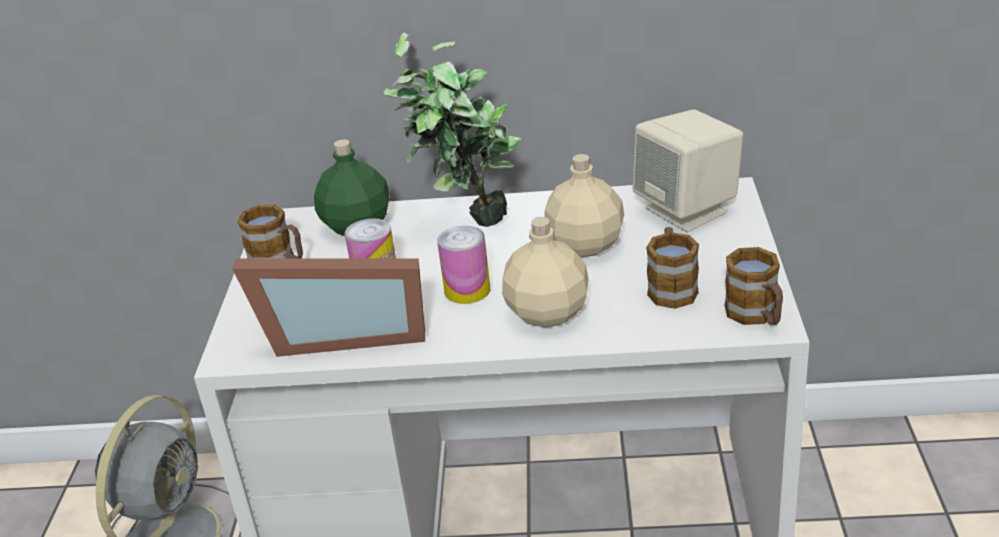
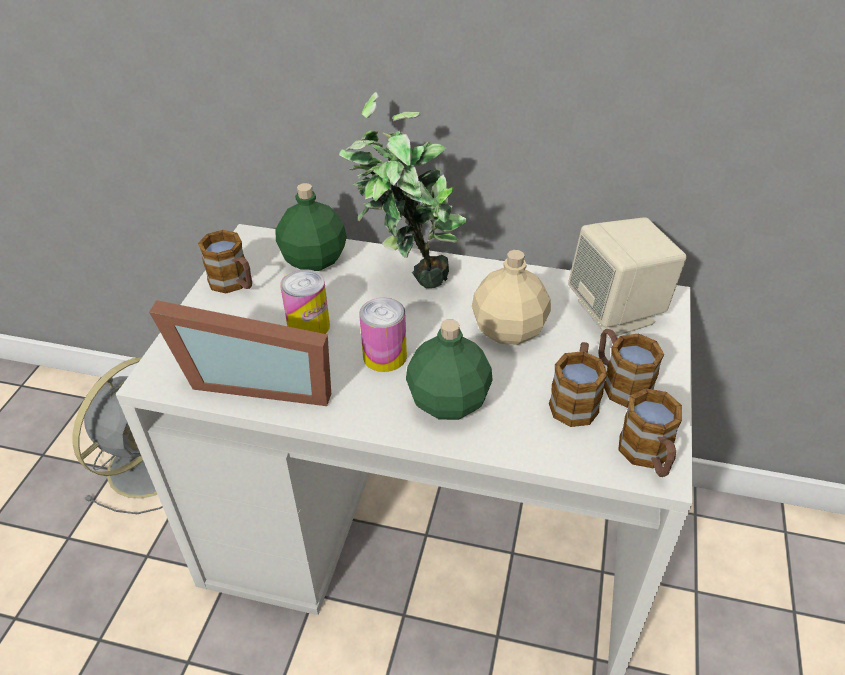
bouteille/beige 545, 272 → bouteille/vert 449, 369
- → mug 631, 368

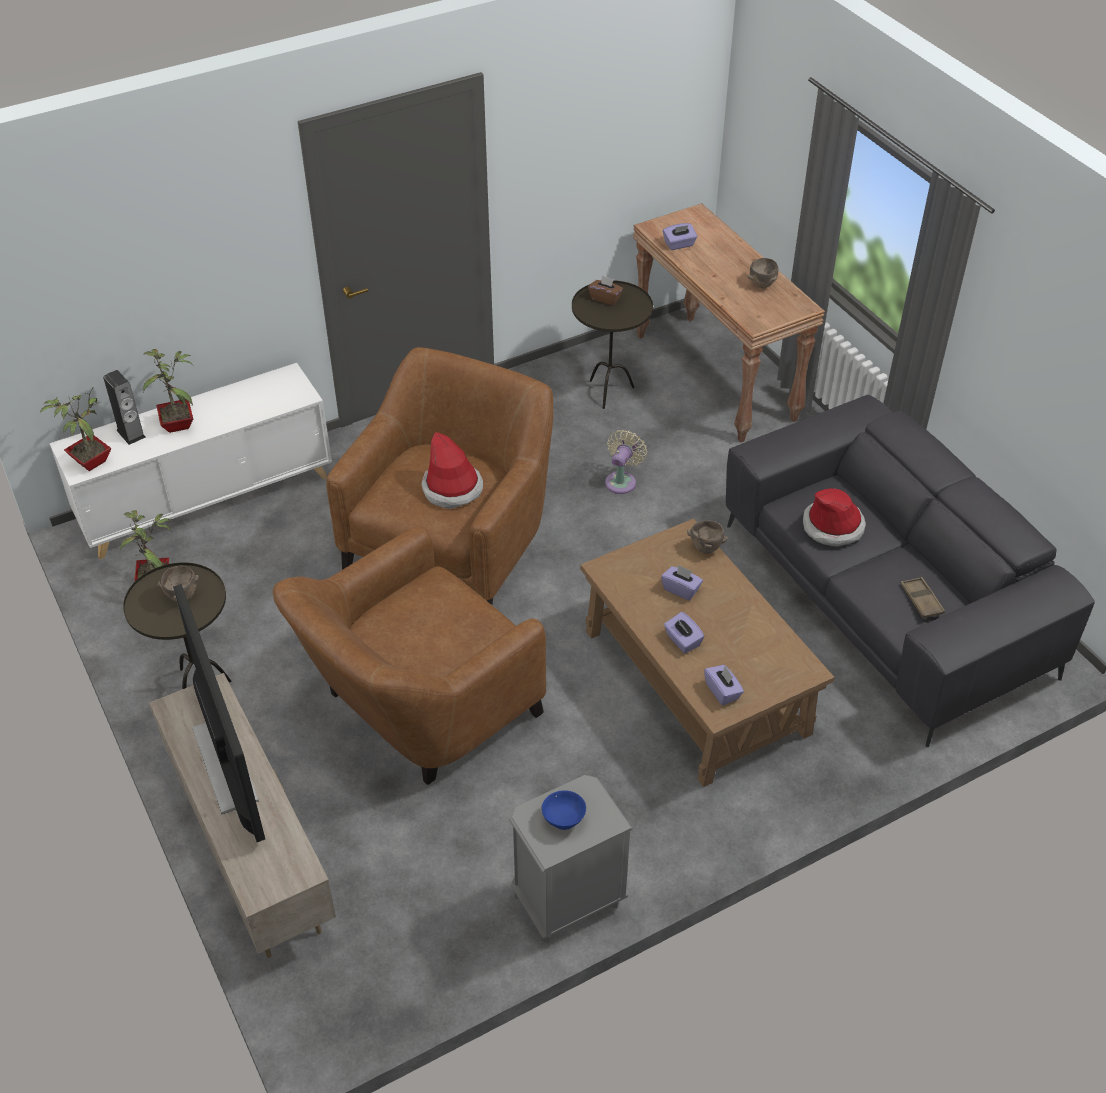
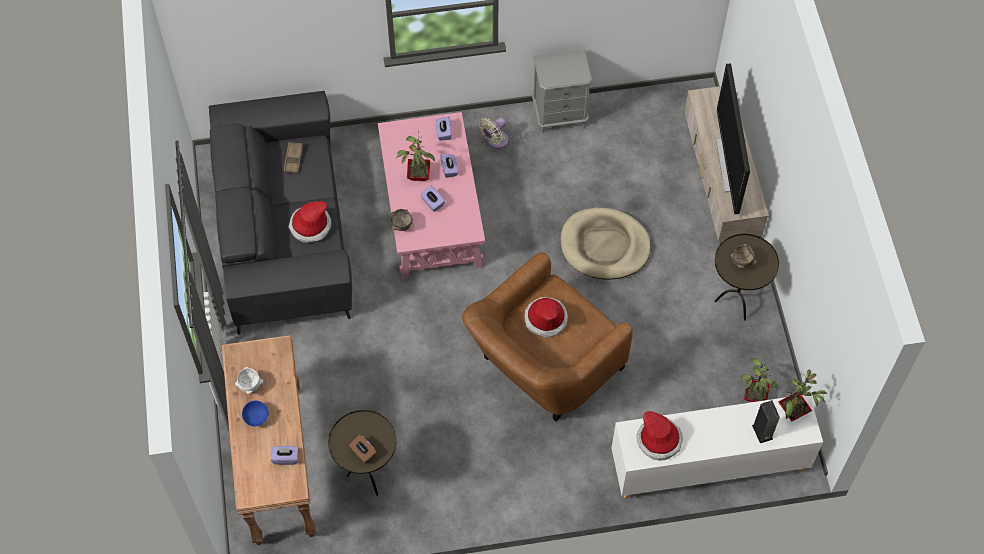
bol/marron 763, 273 → bol/blanc 249, 380
plante en pot 168, 391 → plante en pot 416, 158, moved
ventilateur/beige 626, 462 → ventilateur/beige 493, 133, moved
table basse/marron 707, 653 → table basse/rose 431, 195
fauteuil/marron 409, 655 → panier pour chien/beige 605, 243
bol/bleu 564, 810 → bol/bleu 255, 413, moved
- → chapeau 659, 435

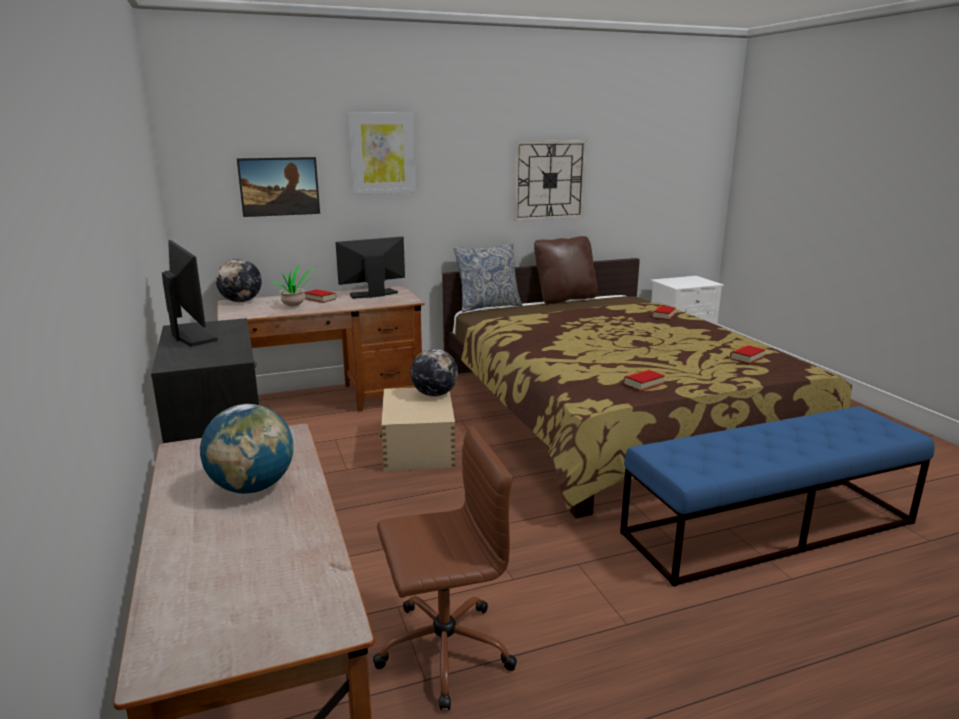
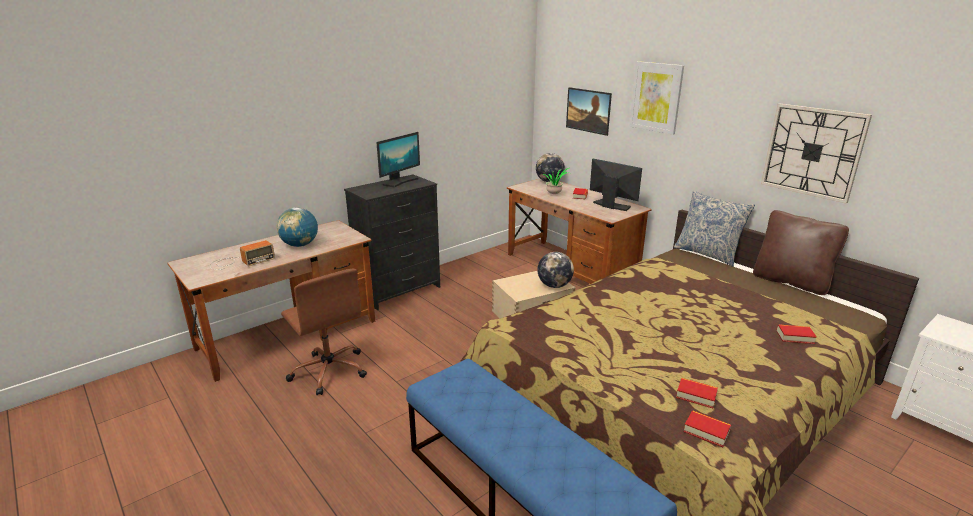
livre 644, 380 → livre 707, 428, moved
- → radio 242, 255

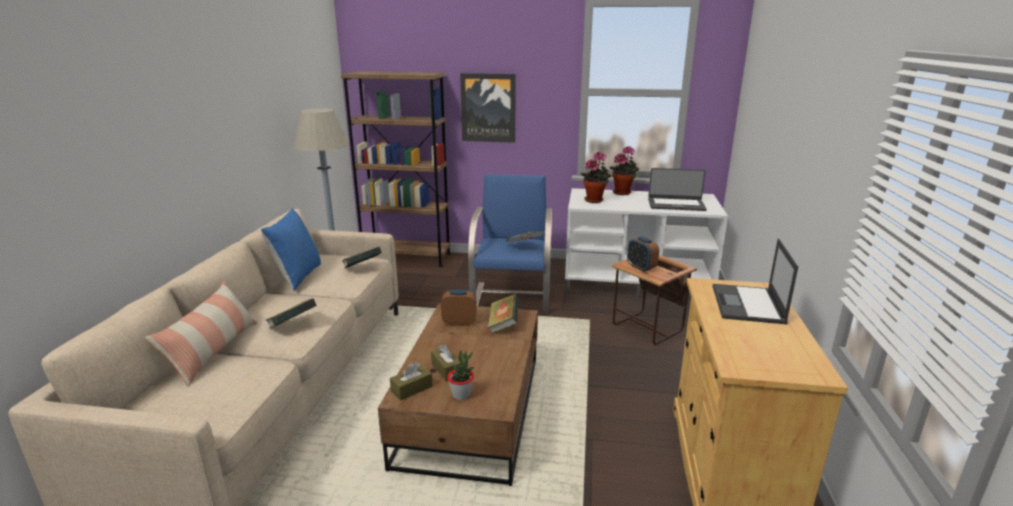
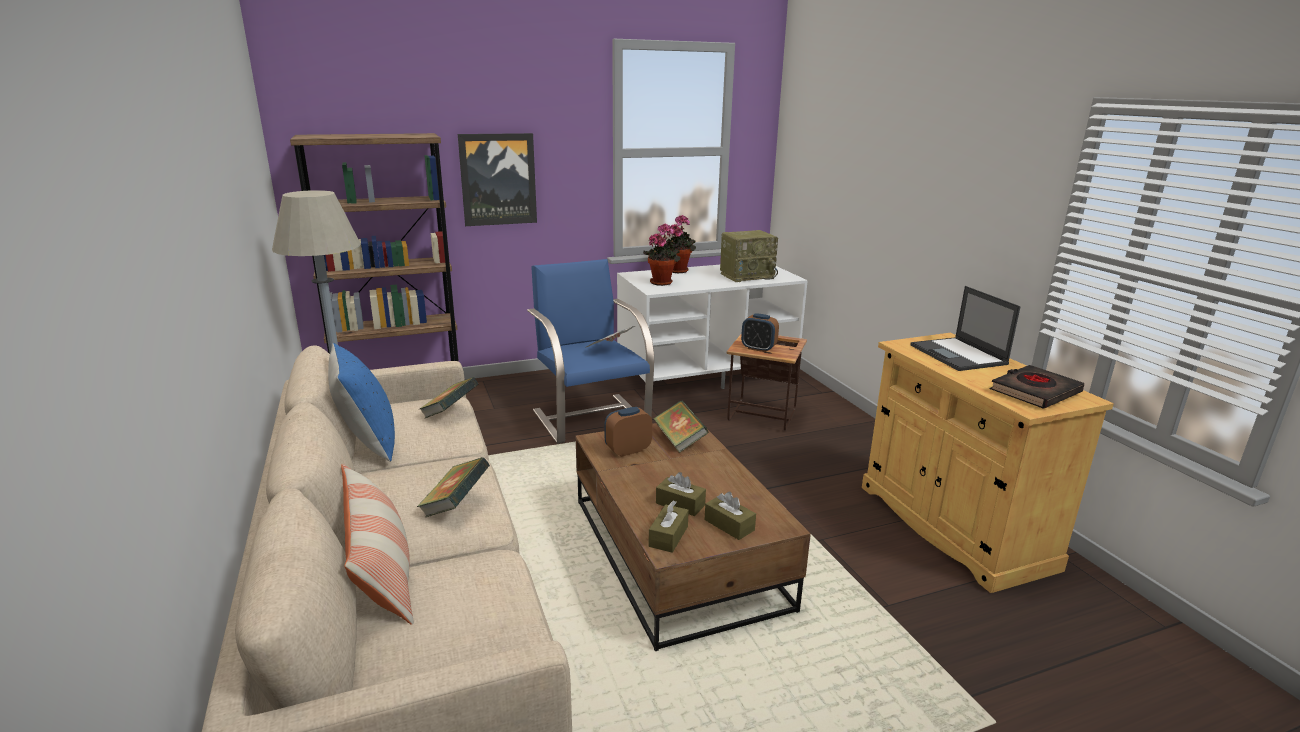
ordinateur portable 677, 189 → radio 749, 256
plante en pot 460, 375 → boîte à mouchoirs/marron 730, 516
- → livre/noir 1037, 387

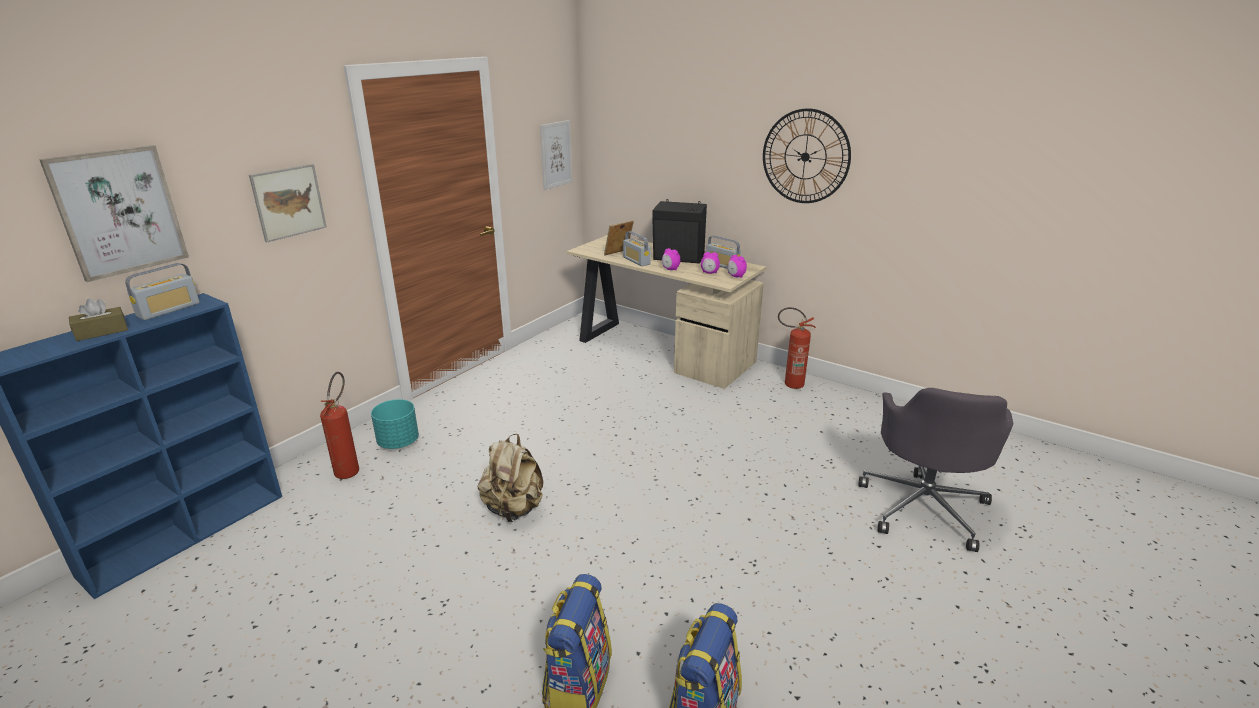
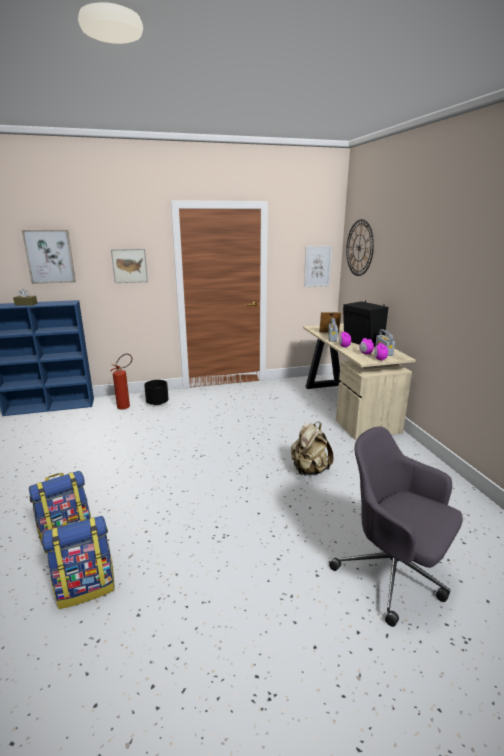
horloge murale 807, 155 → horloge murale 360, 247, moved
radio 162, 291 → -
extincteur 797, 348 → -
chaise de bureau/gris 935, 470 → chaise de bureau/gris 396, 526, 75 degrees clockwise
cache-pot/turquoise 395, 424 → cache-pot/noir 156, 392
sac à dos/beige 510, 478 → sac à dos/beige 312, 448, moved

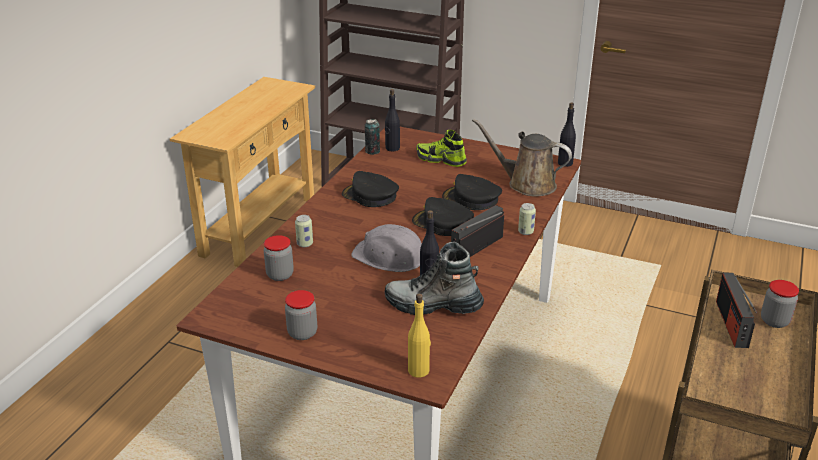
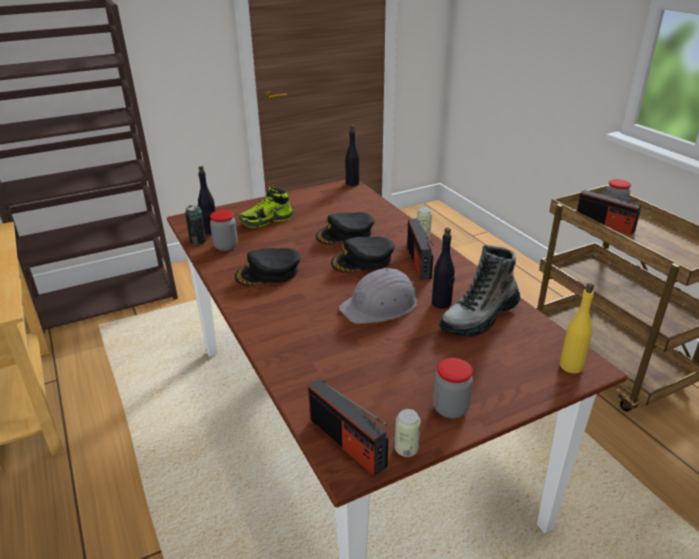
arrosoir/marron 522, 157 → -
boîte métallique 304, 231 → boîte métallique 408, 433, moved
bocal 279, 258 → bocal 224, 230, moved
- → radio 348, 427

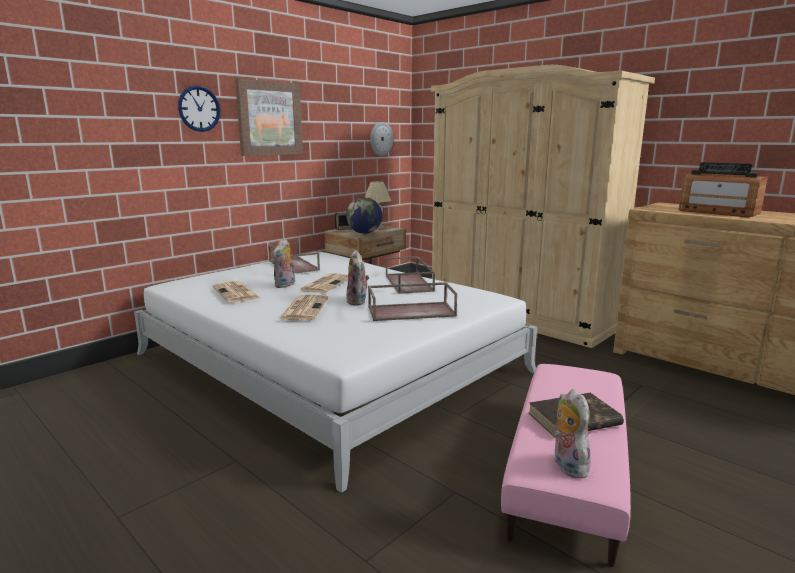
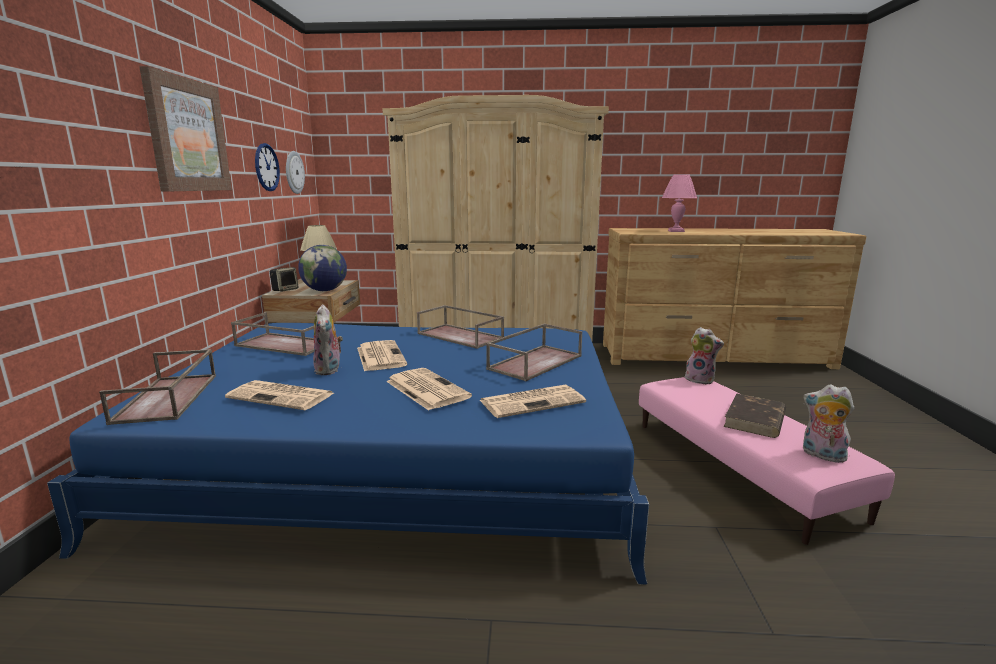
horloge murale 199, 109 → horloge murale 267, 167, moved
radio 723, 190 → lampe de table/rose 679, 203
peluche 357, 278 → peluche 704, 356, moved
lit/blanc 335, 372 → lit/bleu 348, 454
- → plateau/marron 157, 387
- → journal 533, 401

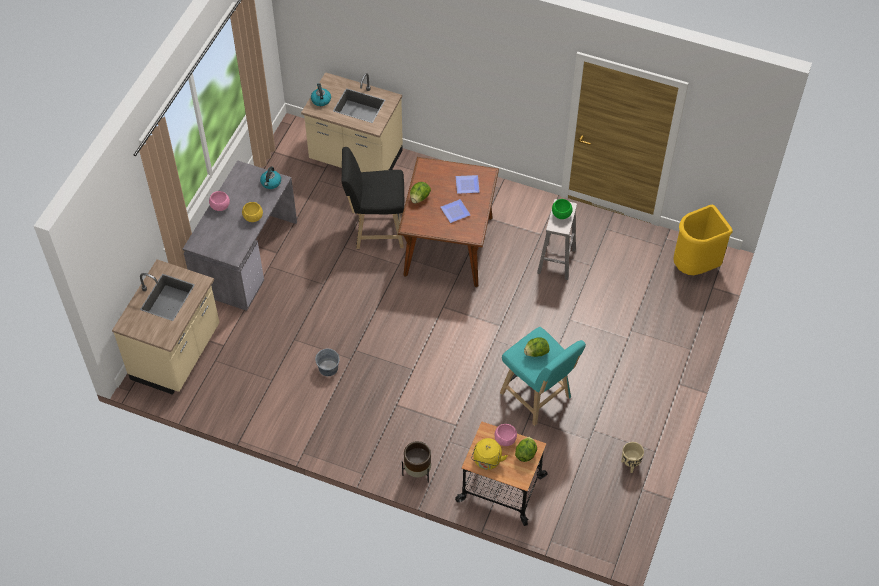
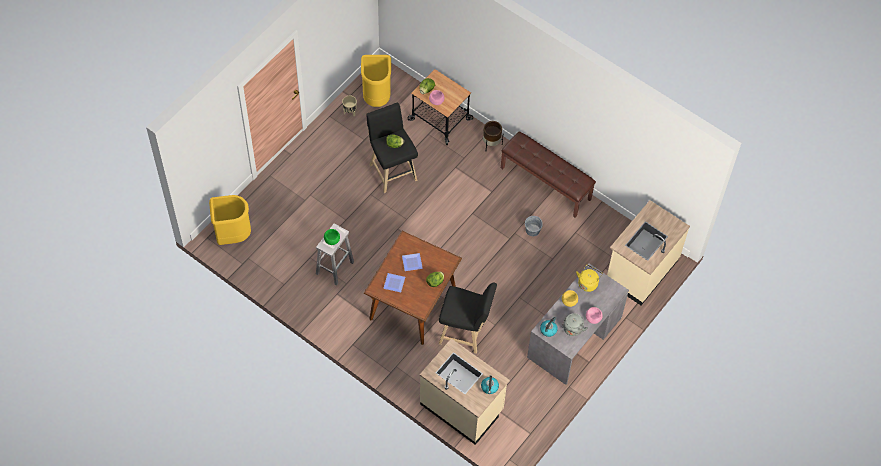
tabouret/turquoise 543, 376 → tabouret/noir 392, 147
bouilloire/jaune 489, 454 → bouilloire/jaune 589, 278, moved
- → poubelle/jaune 376, 81
- → banc/marron 548, 175
- → bouilloire/gris 575, 324

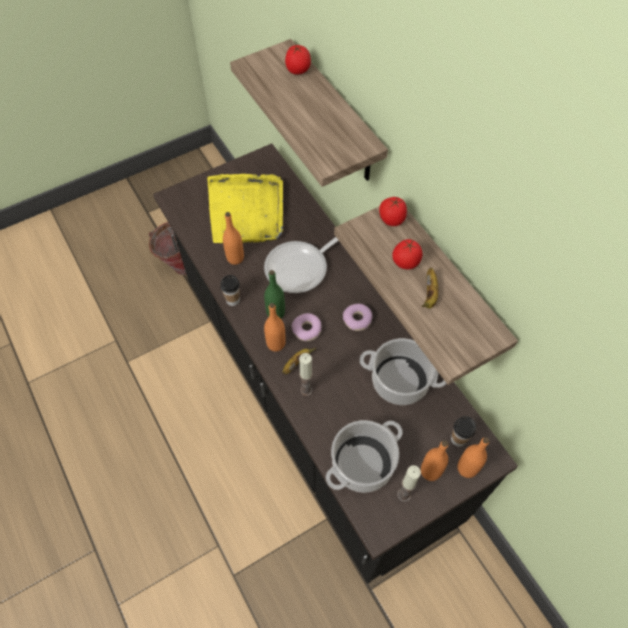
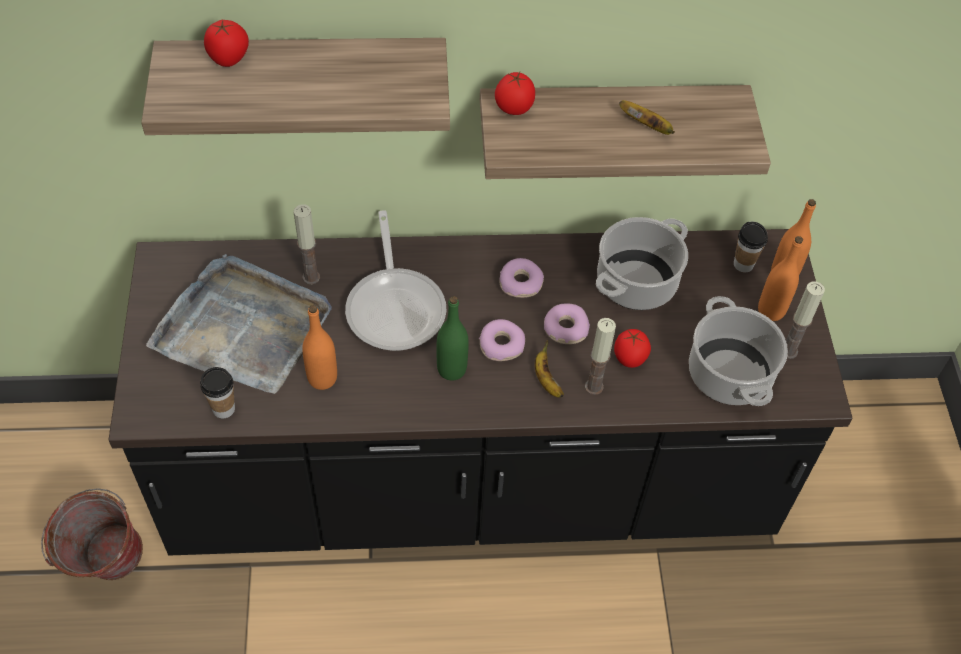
plateau/jaune 245, 208 → plateau/gris 239, 324
tomate 407, 254 → tomate 632, 348, moved
tasse 230, 290 → tasse 217, 393, moved
bouteille/orange 275, 327 → -
- → bougie 307, 244
- → beignet 567, 323

